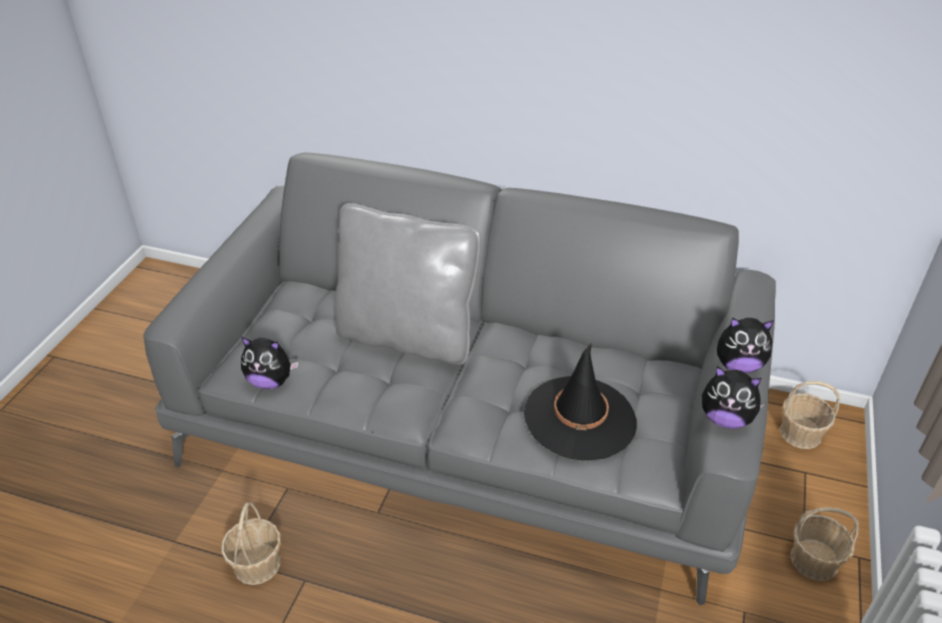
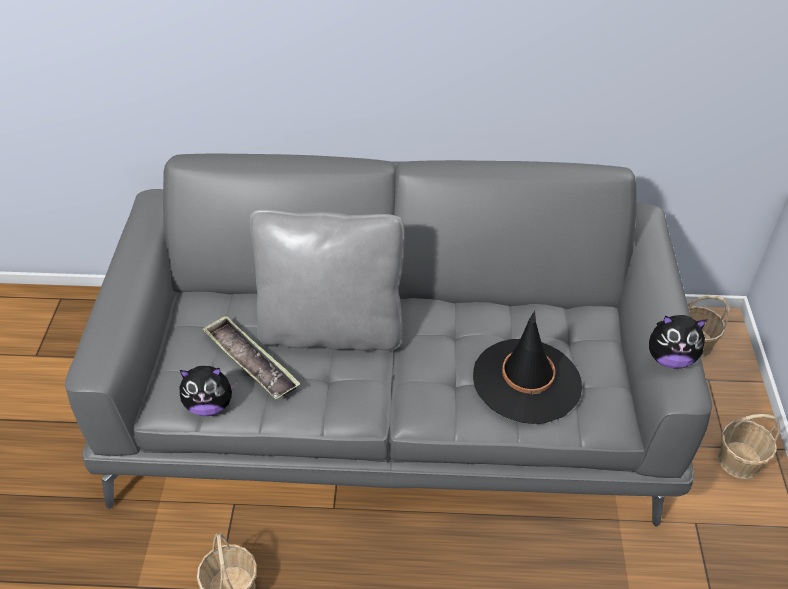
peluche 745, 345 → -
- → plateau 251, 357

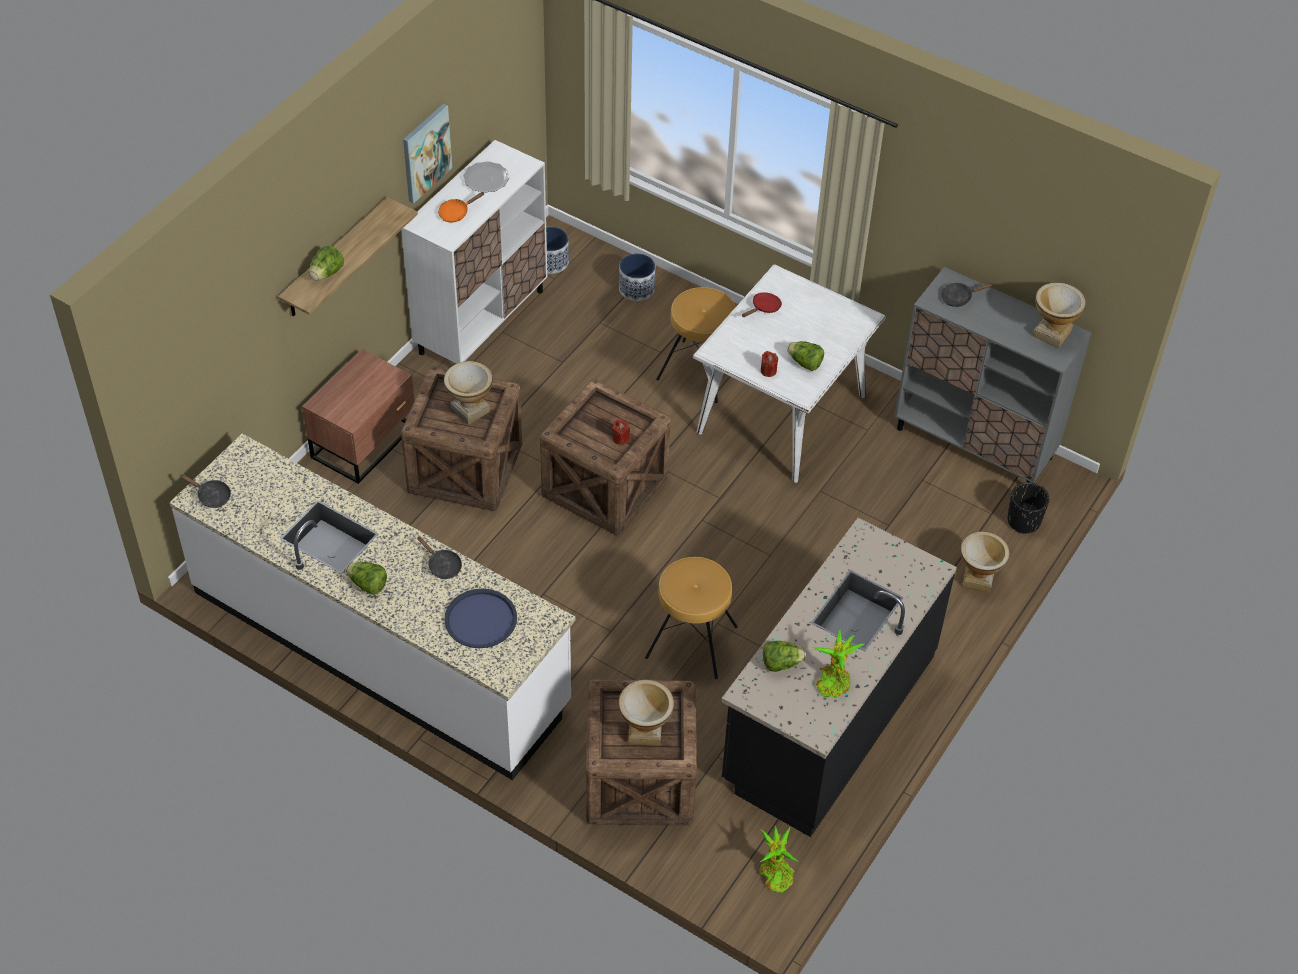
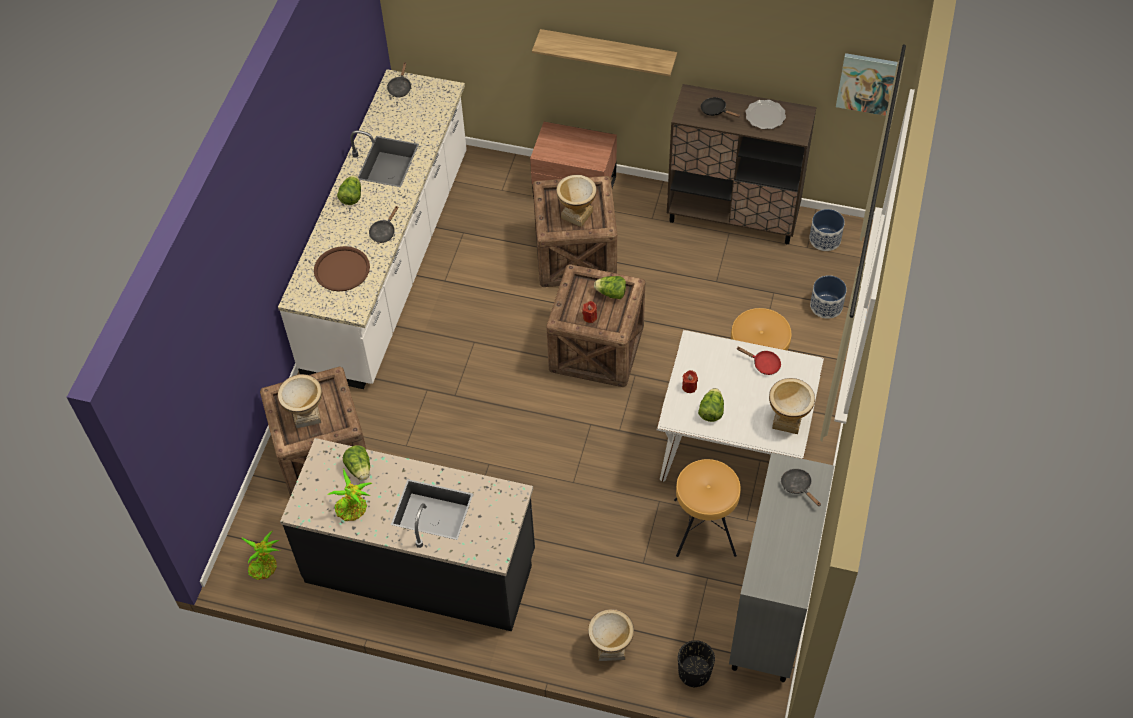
tableau 427, 154 → tableau 867, 84, moved
meuble de rangement/blanc 474, 252 → meuble de rangement/marron 741, 164
poêle/orange 461, 207 → poêle/noir 720, 107
laitue 326, 263 → laitue 610, 287, moved
vase 1059, 315 → vase 792, 406, moved
tabouret/marron 691, 618 → tabouret/marron 707, 508, moved
plateau/bleu 480, 618 → plateau/marron 342, 268

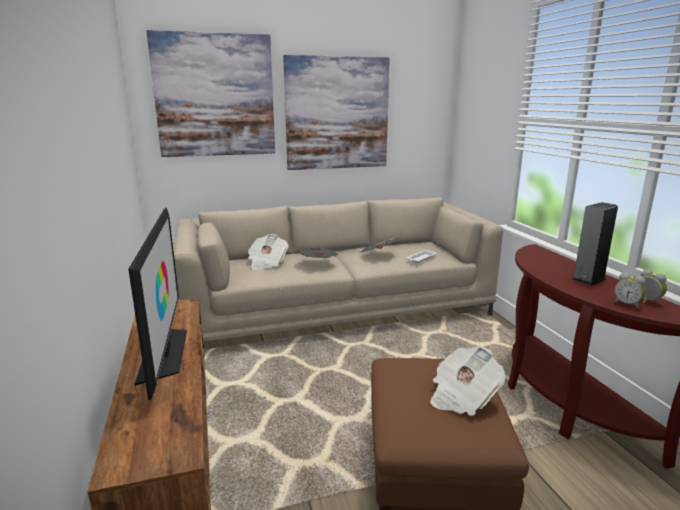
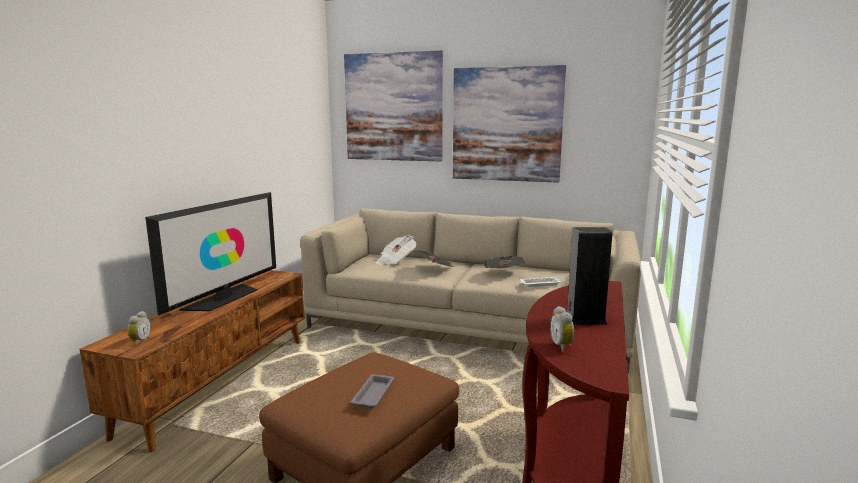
réveil 654, 287 → réveil 139, 328, moved
journal 467, 381 → plateau/gris 372, 391

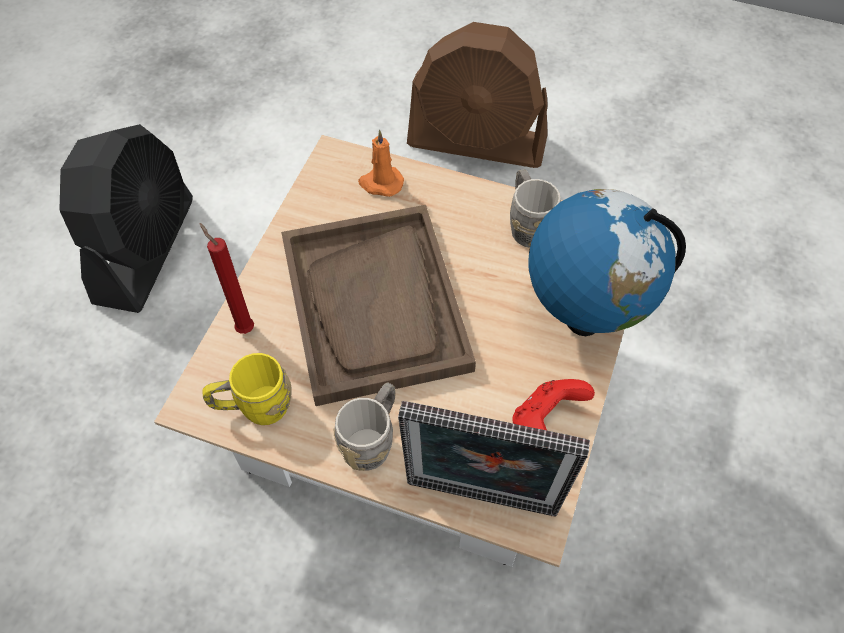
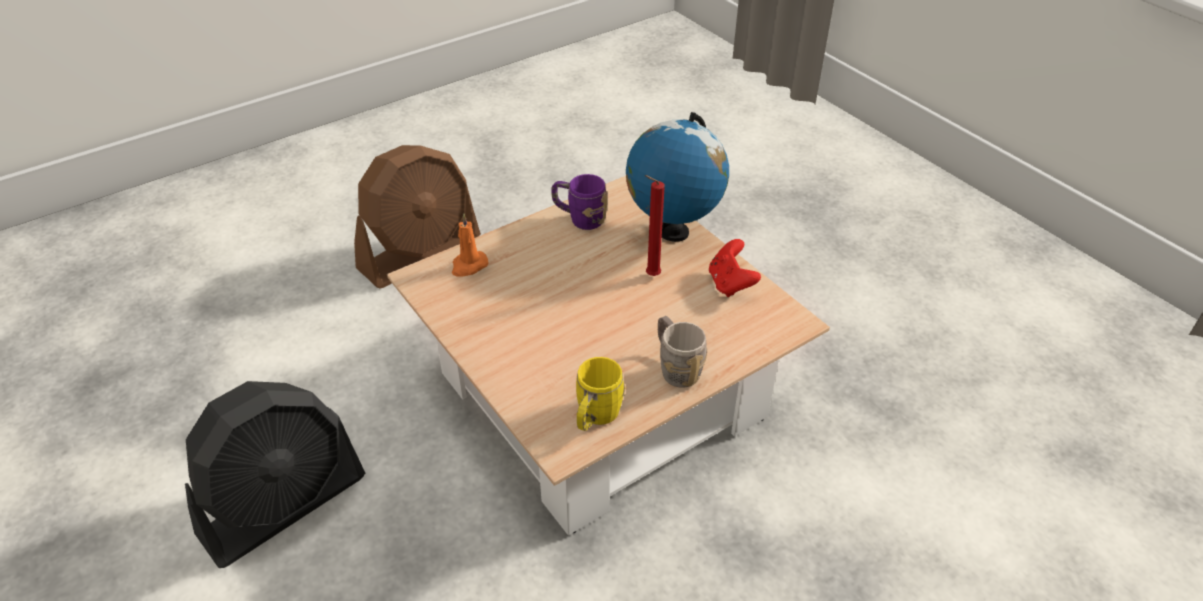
ventilateur/noir 126, 218 → ventilateur/noir 275, 474, 90 degrees clockwise
mug/gris 535, 208 → mug/violet 579, 202
plateau/marron 378, 305 → -
bougie/rouge 226, 278 → bougie/rouge 655, 225, moved
cadre photo 494, 458 → -

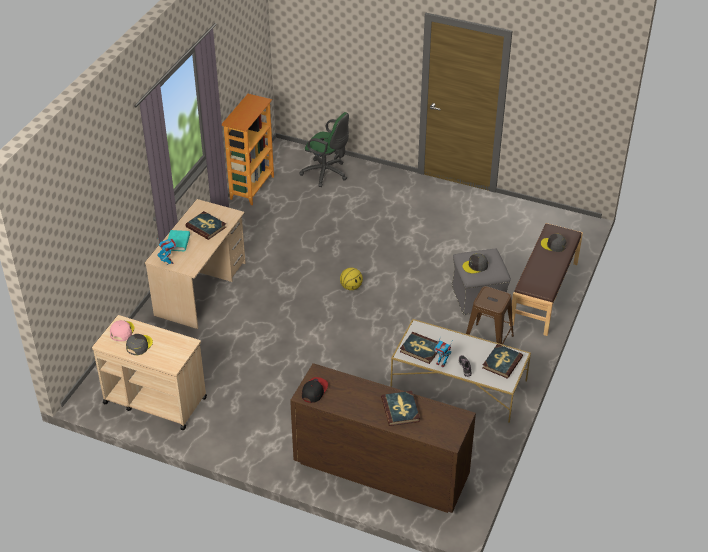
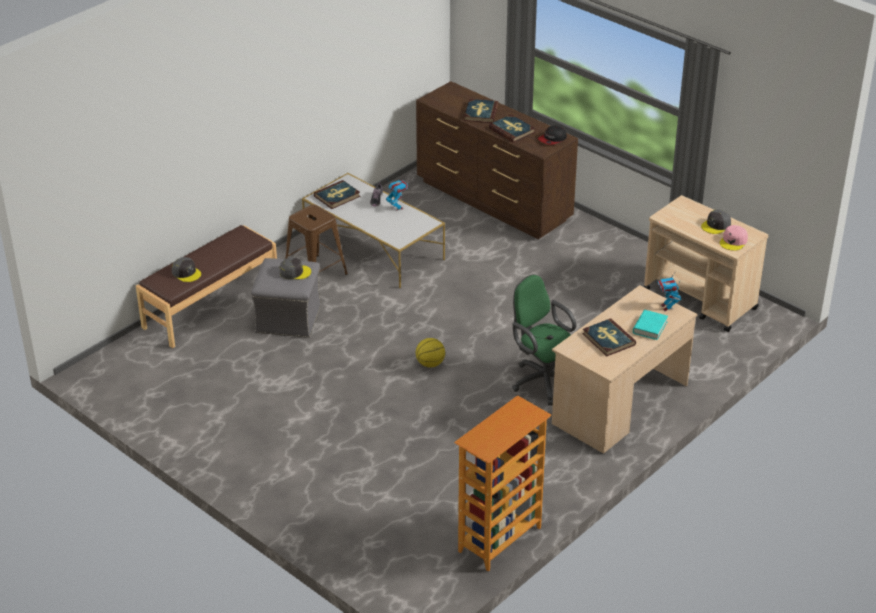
chaise de bureau/vert 324, 149 → chaise de bureau/vert 544, 339, moved
livre 419, 348 → livre 512, 128, moved

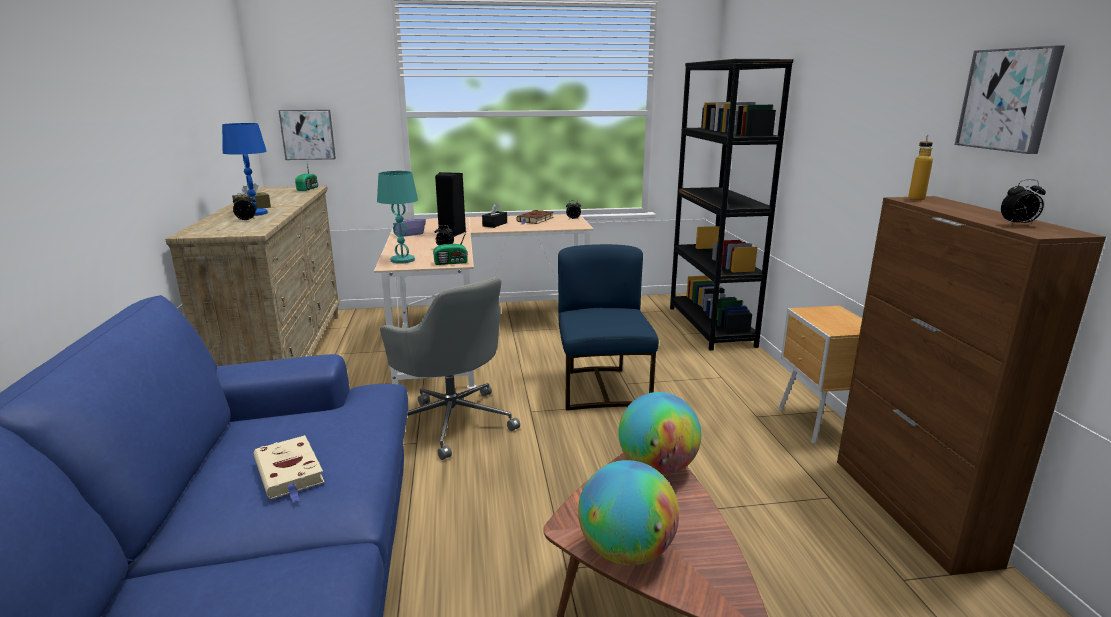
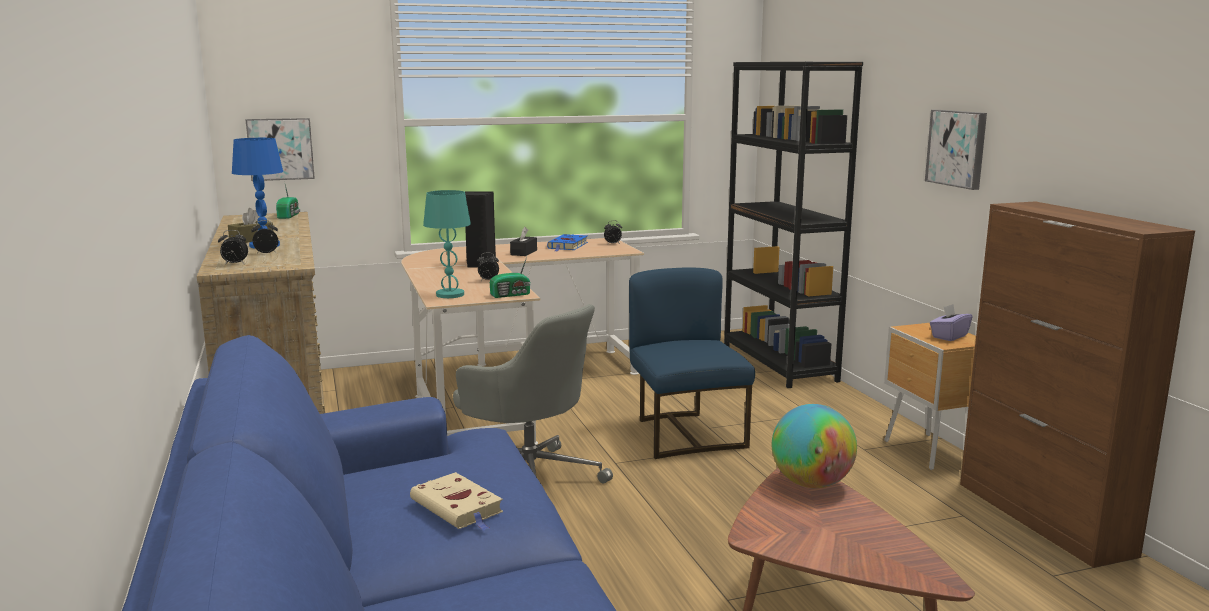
tableau 1010, 100 → tableau 956, 150, moved
bouteille 920, 167 → -
réveil 1023, 202 → réveil 233, 247, moved
livre/marron 535, 217 → livre/bleu 567, 242
boîte à mouchoirs/violet 409, 224 → boîte à mouchoirs/violet 951, 322, moved
globe 628, 513 → -

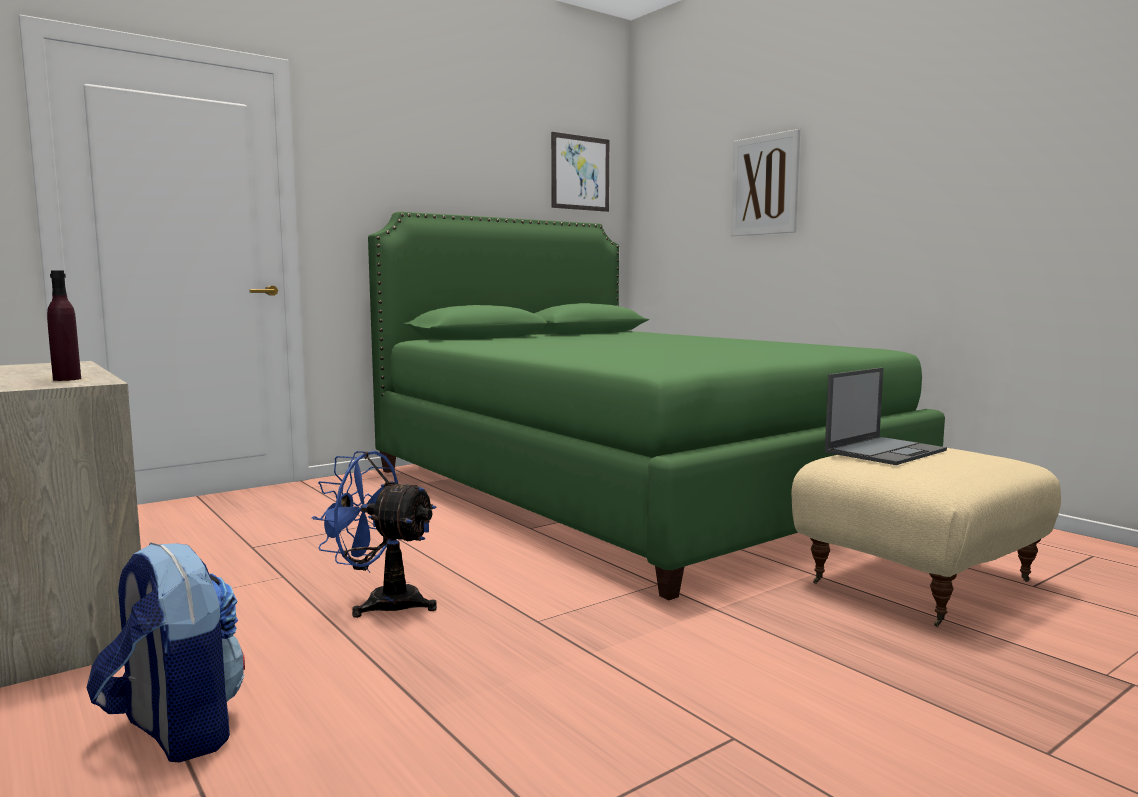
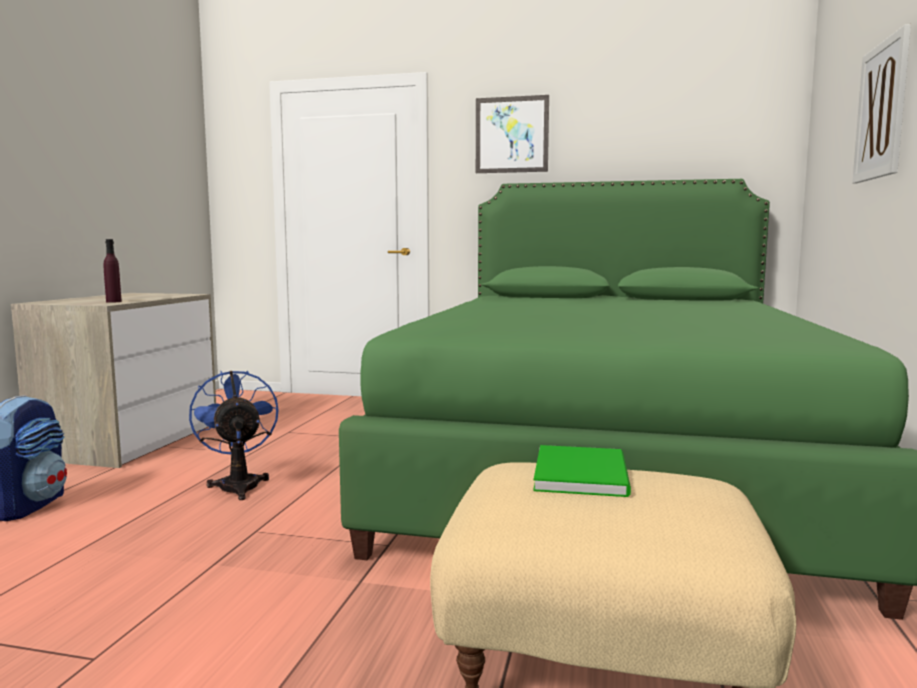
tableau 580, 172 → tableau 512, 134, moved
ordinateur portable 886, 416 → livre/vert 582, 471

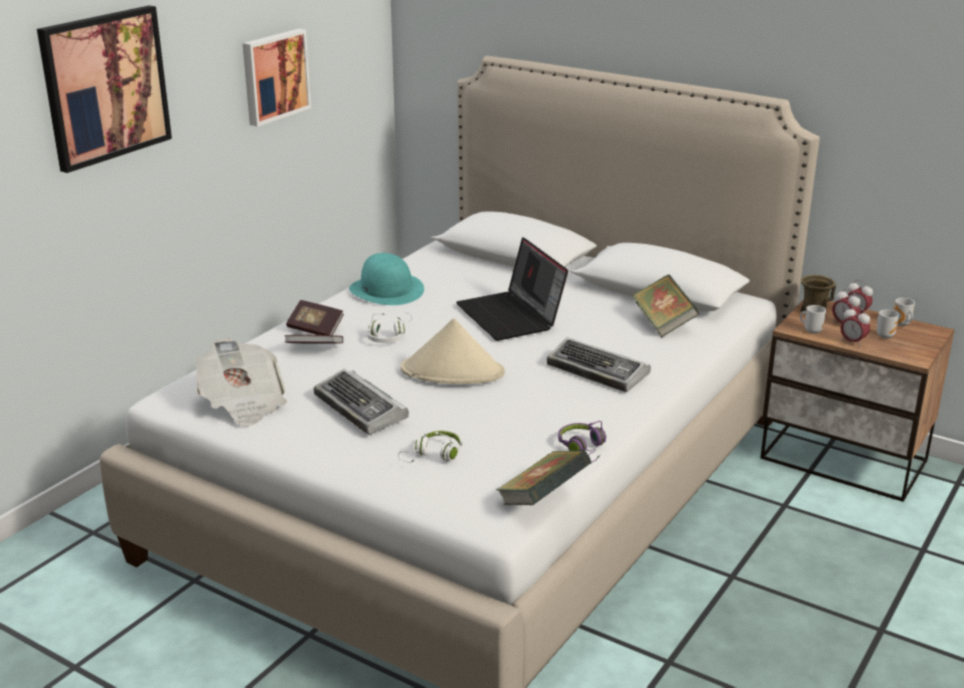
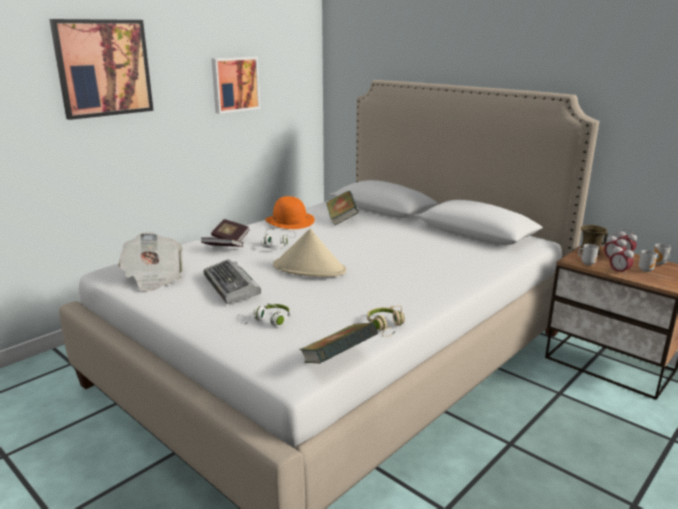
ordinateur portable 512, 289 → -
chapeau/turquoise 386, 279 → chapeau/orange 290, 212
livre 665, 306 → livre 342, 208, moved
clavier 599, 365 → -
casque audio/violet 582, 441 → casque audio/beige 386, 321

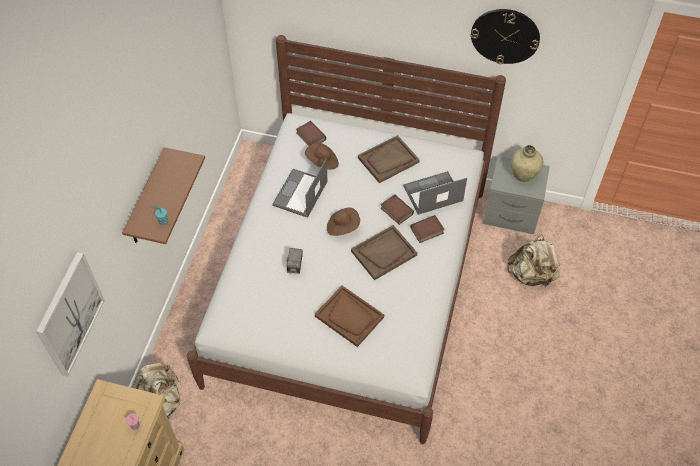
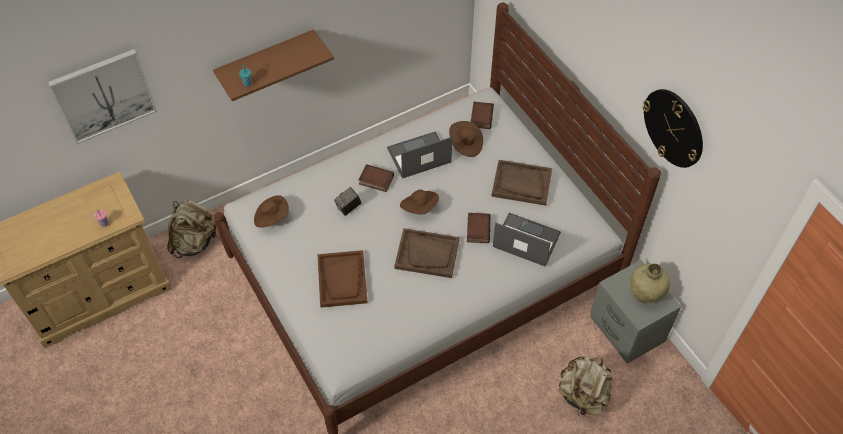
livre 427, 229 → livre 376, 178, moved
- → chapeau/marron 271, 211

